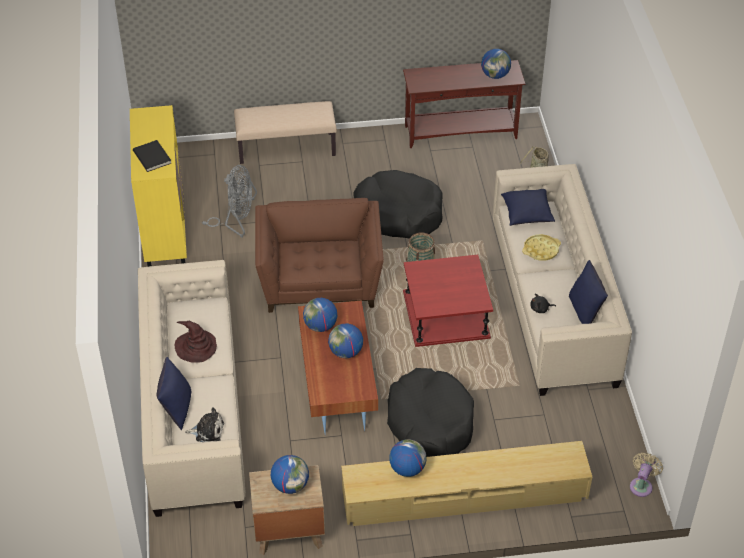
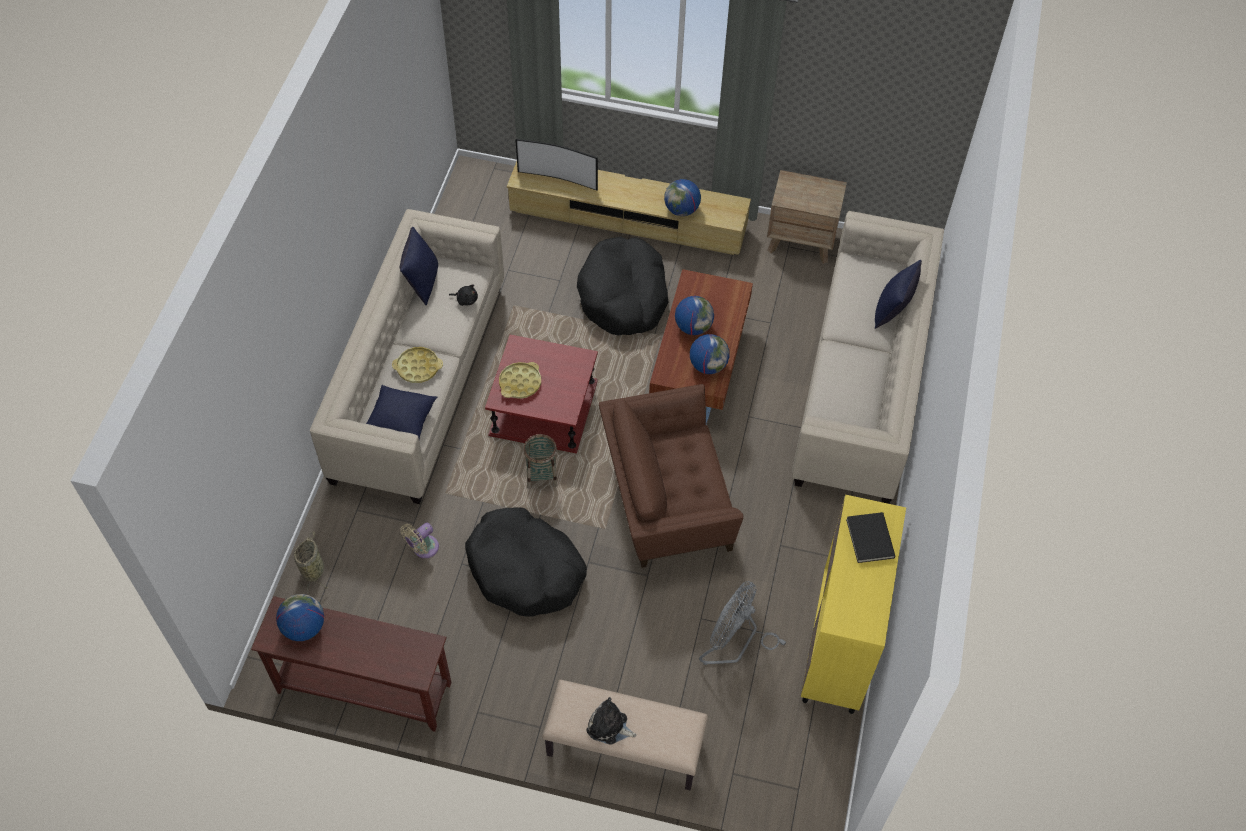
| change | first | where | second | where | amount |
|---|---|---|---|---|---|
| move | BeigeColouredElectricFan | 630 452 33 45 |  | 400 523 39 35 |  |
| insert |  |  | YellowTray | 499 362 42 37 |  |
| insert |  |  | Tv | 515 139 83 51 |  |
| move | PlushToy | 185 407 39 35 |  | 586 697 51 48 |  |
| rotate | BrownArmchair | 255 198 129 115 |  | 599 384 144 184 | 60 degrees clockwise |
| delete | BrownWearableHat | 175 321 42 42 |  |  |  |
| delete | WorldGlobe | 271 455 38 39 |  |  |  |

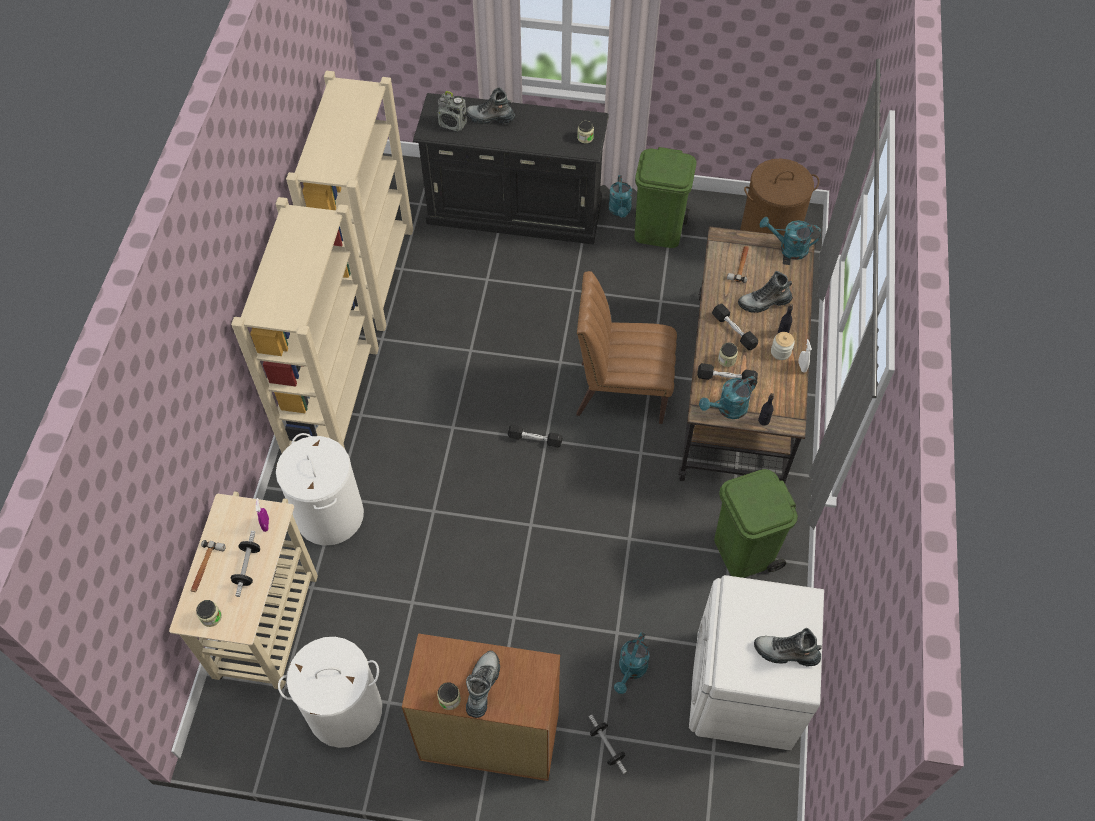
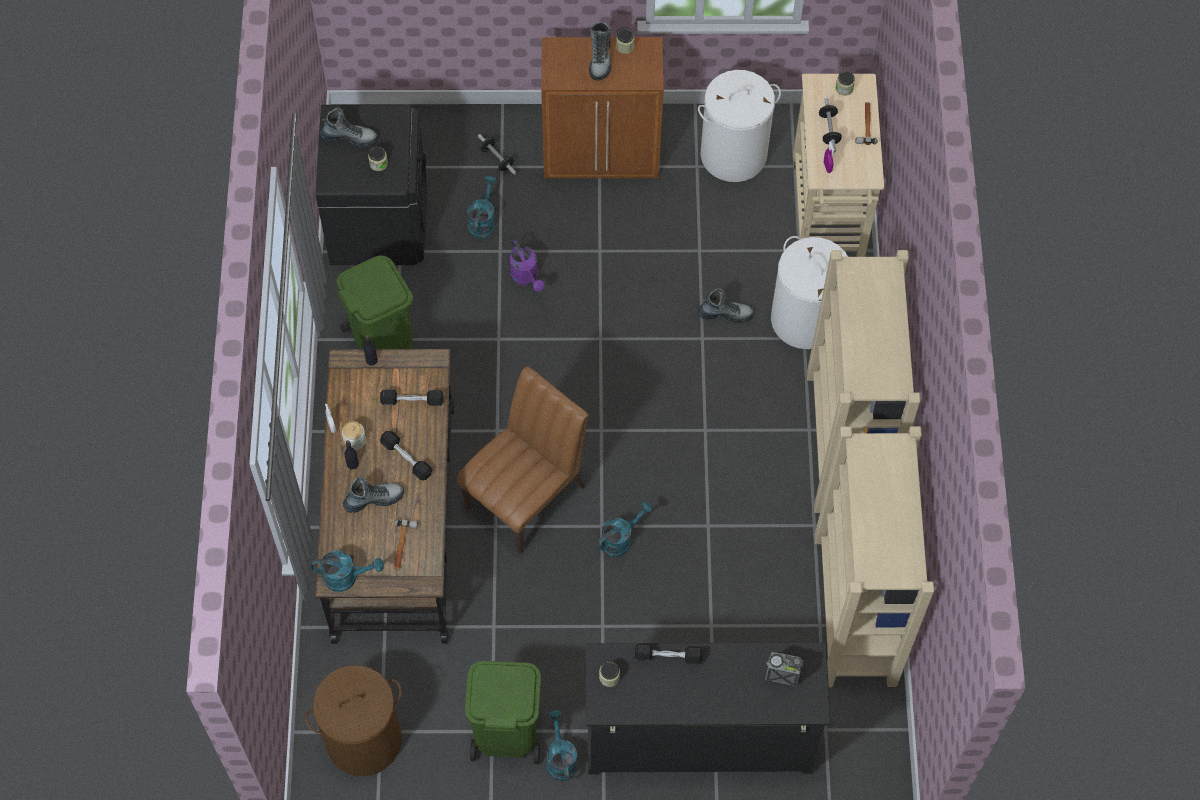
| change | first | where | second | where | amount |
|---|---|---|---|---|---|
| recolor | WhitishLaundryMachine | 689 575 135 176 | BlackishLaundryMachine | 316 105 111 160 |  |
| move | StorageJar | 718 342 20 25 |  | 368 146 20 25 |  |
| rotate | BrownChair | 576 271 101 153 |  | 457 366 132 188 | 45 degrees counterclockwise |
| insert |  |  | PurpleColouredWateringCan | 510 240 35 52 |  |
| move | TurquoiseWateringCan | 699 376 58 43 |  | 597 502 56 55 |  |
| move | BlackishHandWeight | 508 425 55 22 |  | 635 643 68 21 |  |
| move | Boot | 466 88 49 36 |  | 698 288 56 35 |  |

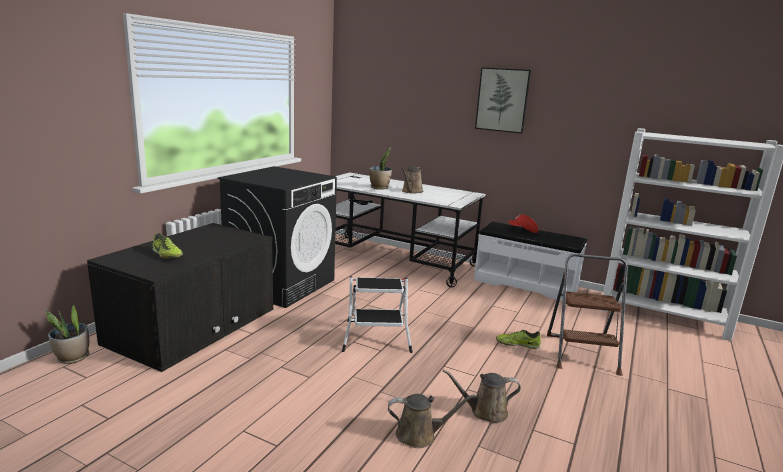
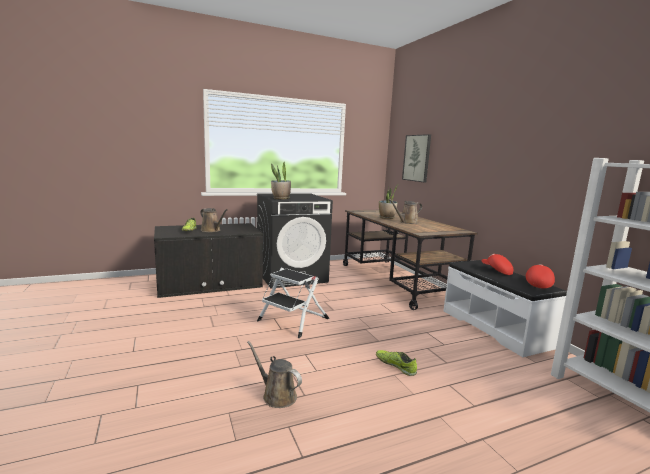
| change | first | where | second | where | amount |
|---|---|---|---|---|---|
| move | BrownWateringCan | 388 394 88 54 |  | 200 208 28 24 |  |
| move | Houseplant | 46 305 43 59 |  | 271 162 20 37 |  |
| recolor | WhitishDeskUnit | 335 172 151 115 | BrownDeskUnit | 343 210 135 100 |  |
| move | WallArt | 475 67 56 66 |  | 402 134 29 49 |  |
| insert |  |  | ReddishCap | 526 264 29 25 |  |
| delete | BrownStepLadder | 547 254 81 122 |  |  |  |

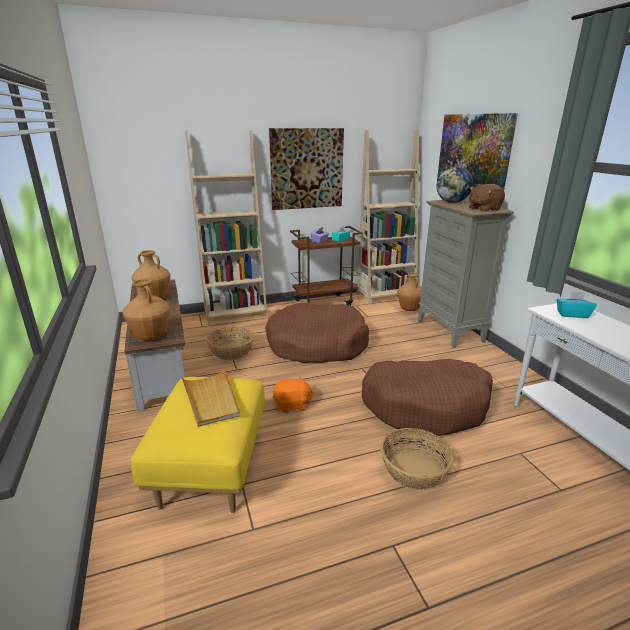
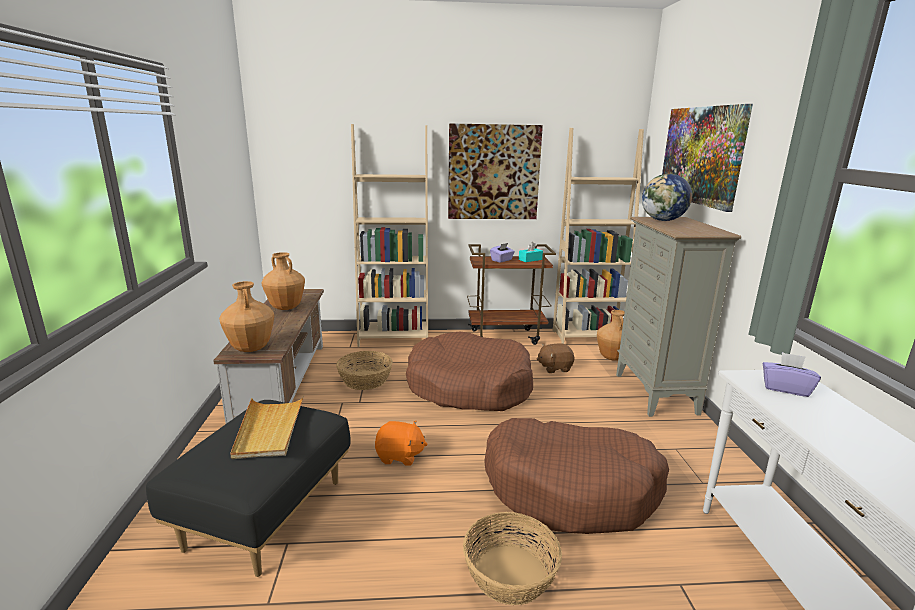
| change | first | where | second | where | amount |
|---|---|---|---|---|---|
| recolor | YellowOttoman | 131 377 134 136 | BlackishOttoman | 146 400 205 177 |  |
| move | BrownPlushToy | 469 184 36 28 |  | 537 343 38 30 |  |
| recolor | TurquoiseTissueHolder | 556 291 41 27 | PurpleColouredTissueHolder | 763 352 58 45 |  |

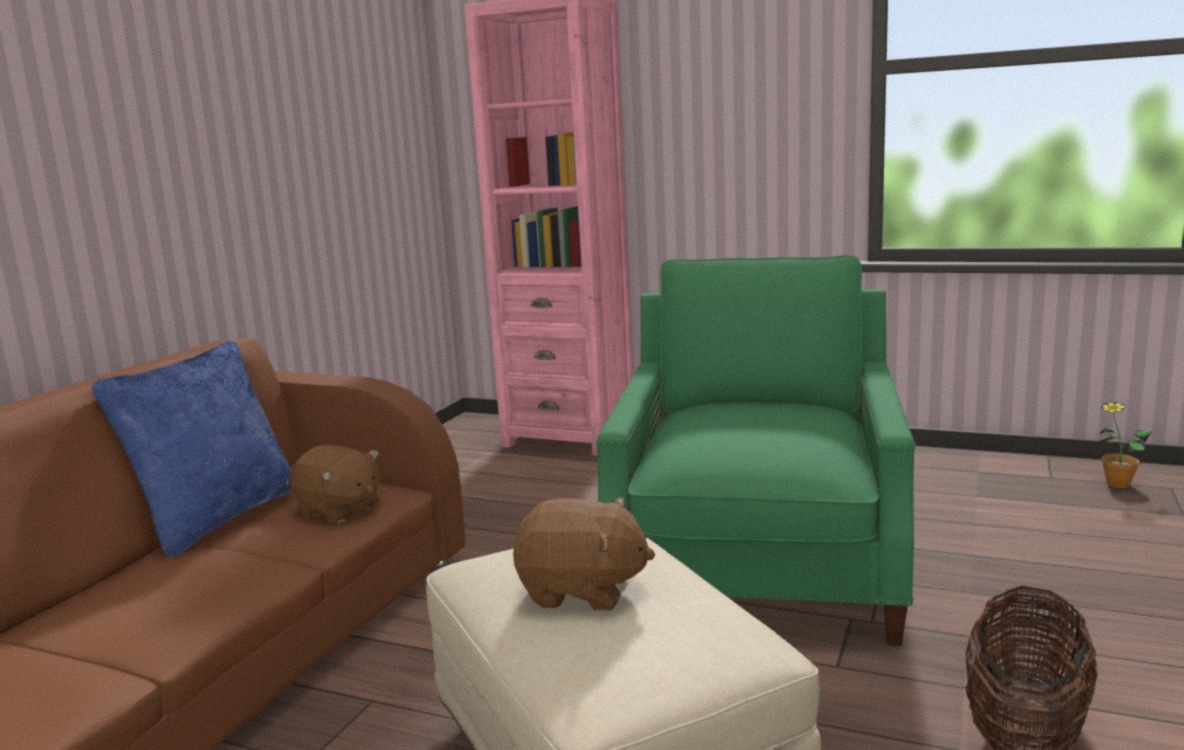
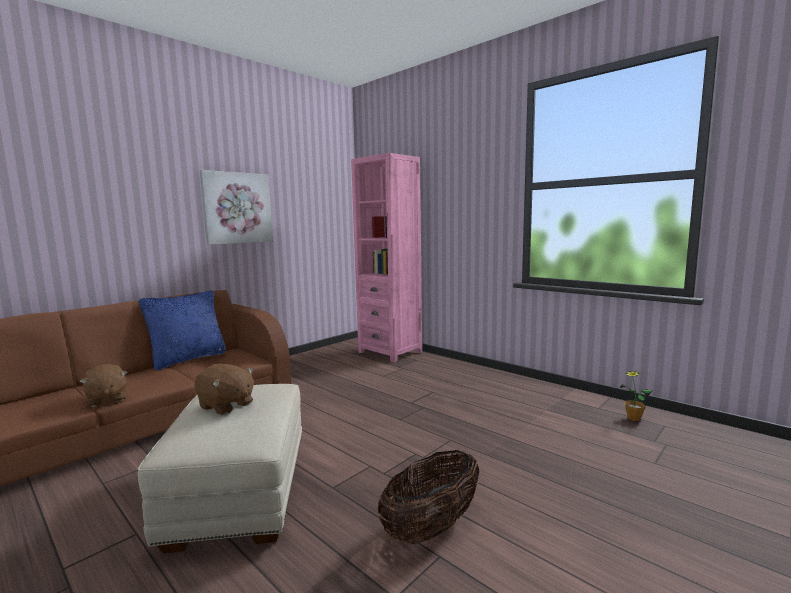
| change | first | where | second | where | amount |
|---|---|---|---|---|---|
| move | BrownPlushToy | 289 445 91 78 |  | 79 364 49 43 |  |
| insert |  |  | WallArt | 200 170 73 75 |  |
| delete | GreenishArmchair | 596 255 320 391 |  |  |  |

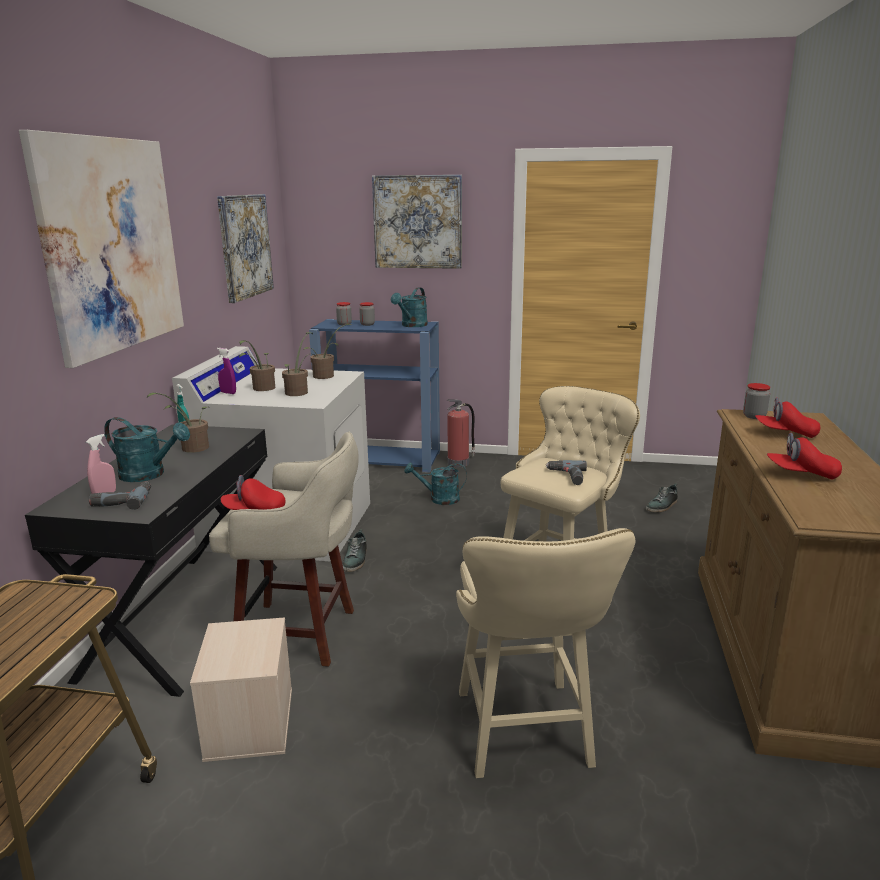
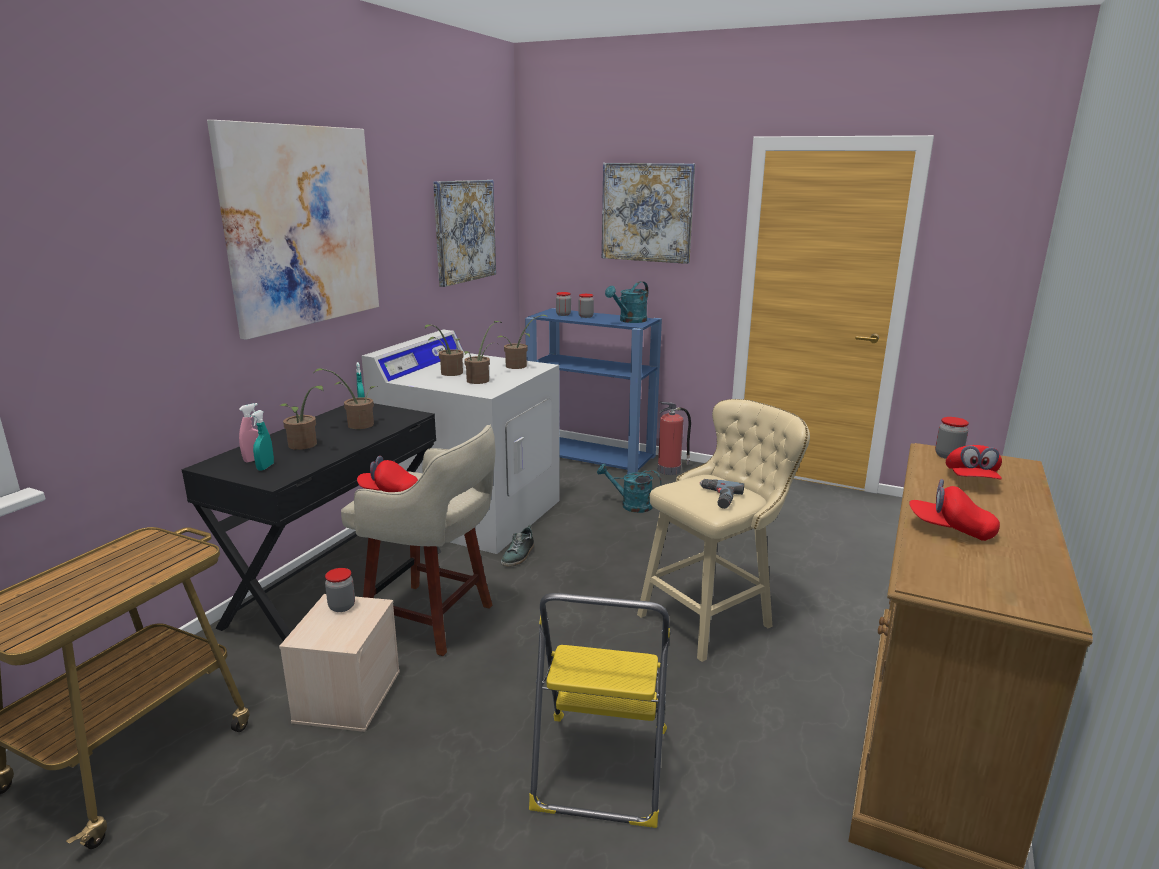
| change | first | where | second | where | amount |
|---|---|---|---|---|---|
| replace | PowerDrill | 89 481 62 29 | TurquoiseHandSprayer | 251 410 23 61 |  |
| replace | TurquoiseWateringCan | 104 417 86 65 | Houseplant | 280 385 44 65 |  |
| insert |  |  | StorageJar | 325 568 30 44 |  |
| replace | BeigeColouredStool | 456 528 179 250 | YellowStepLadder | 529 593 142 235 |  |
| rotate | ReddishCap | 755 397 65 41 |  | 946 445 56 34 | 105 degrees counterclockwise |
| delete | PurpleColouredHandSprayer | 217 348 19 46 |  |  |  |
| delete | LowShoe | 646 483 32 29 |  |  |  |

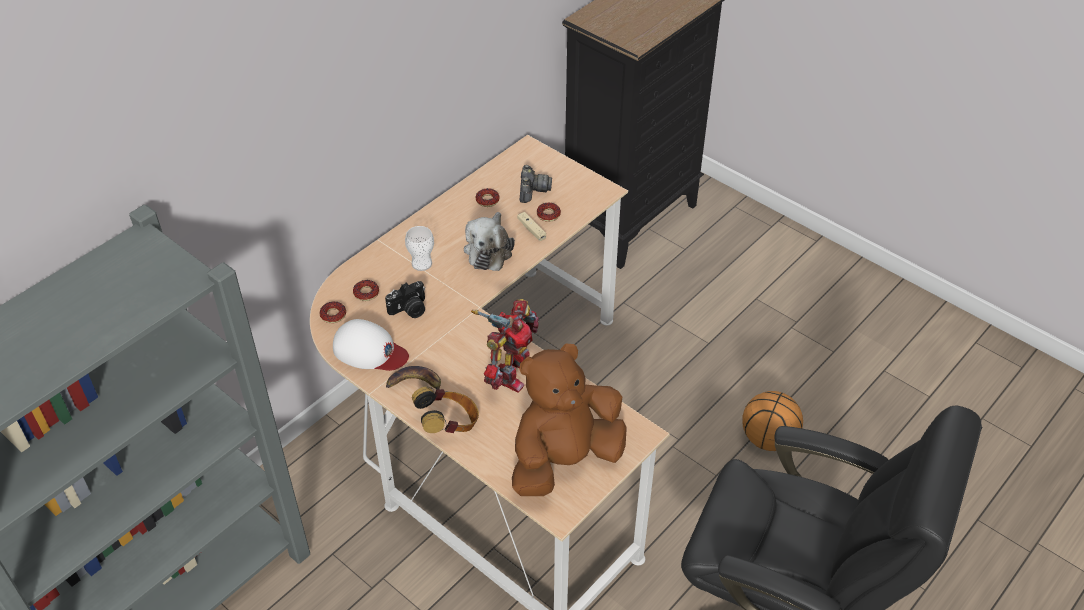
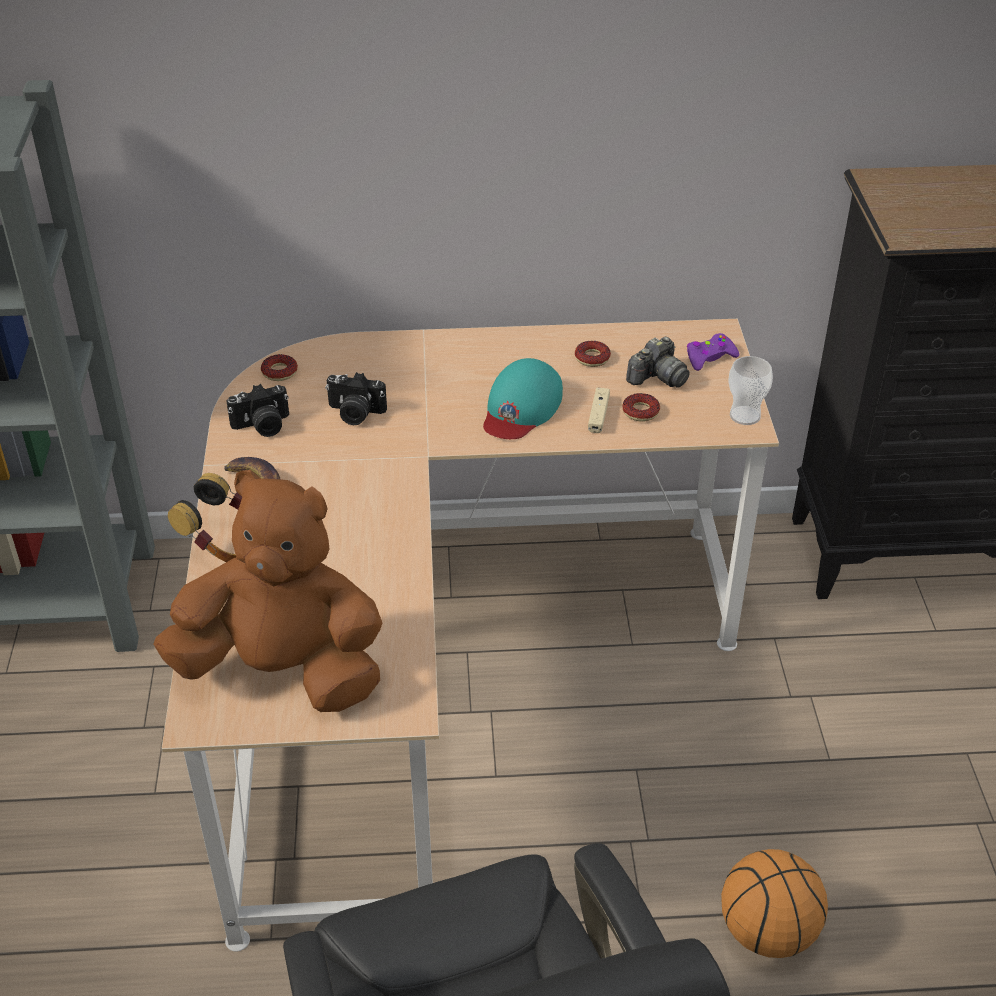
| change | first | where | second | where | amount |
|---|---|---|---|---|---|
| replace | WhitishCap | 333 319 76 52 | PhotoCamera | 226 384 63 53 |  |
| replace | PlushToy | 464 212 51 59 | TurquoiseCap | 483 358 80 81 |  |
| insert |  |  | PurpleColouredJoypad | 687 333 52 38 |  |
| move | DrinkingCup | 405 226 29 45 |  | 728 356 45 69 |  |
| delete | RingDoughnut | 353 280 26 21 |  |  |  |
| delete | ModelRobot | 471 299 69 94 |  |  |  |

